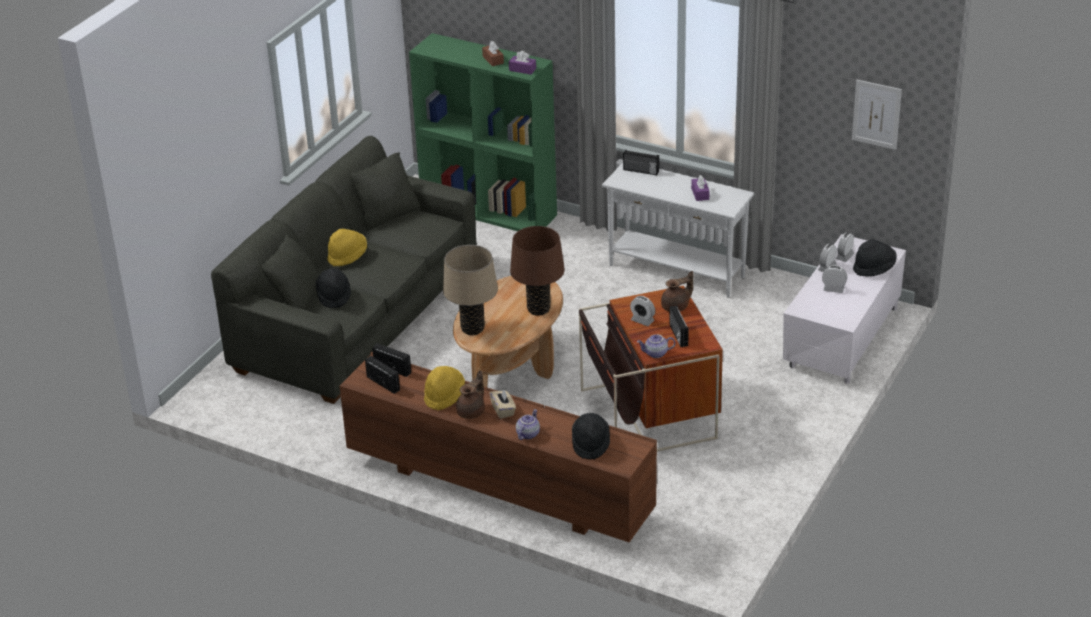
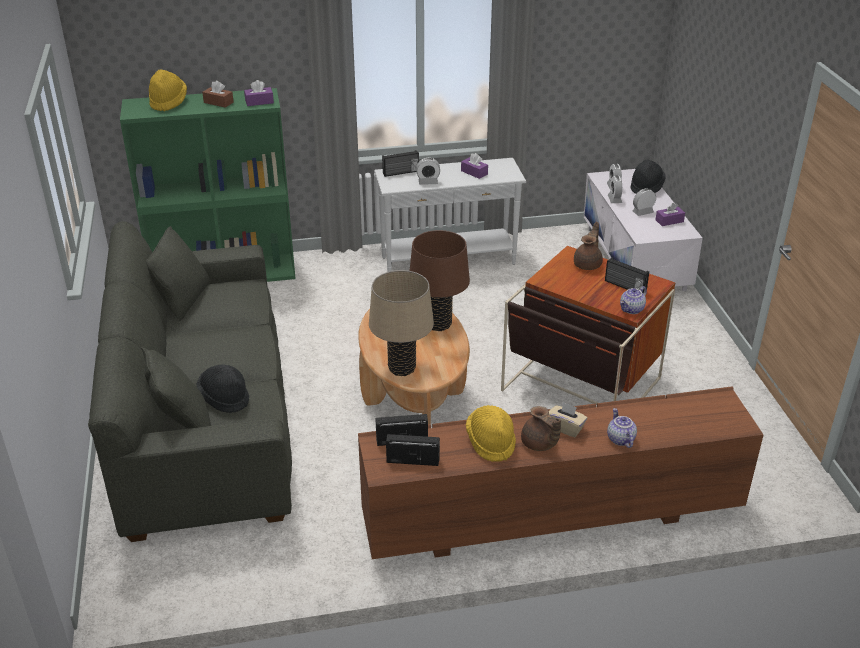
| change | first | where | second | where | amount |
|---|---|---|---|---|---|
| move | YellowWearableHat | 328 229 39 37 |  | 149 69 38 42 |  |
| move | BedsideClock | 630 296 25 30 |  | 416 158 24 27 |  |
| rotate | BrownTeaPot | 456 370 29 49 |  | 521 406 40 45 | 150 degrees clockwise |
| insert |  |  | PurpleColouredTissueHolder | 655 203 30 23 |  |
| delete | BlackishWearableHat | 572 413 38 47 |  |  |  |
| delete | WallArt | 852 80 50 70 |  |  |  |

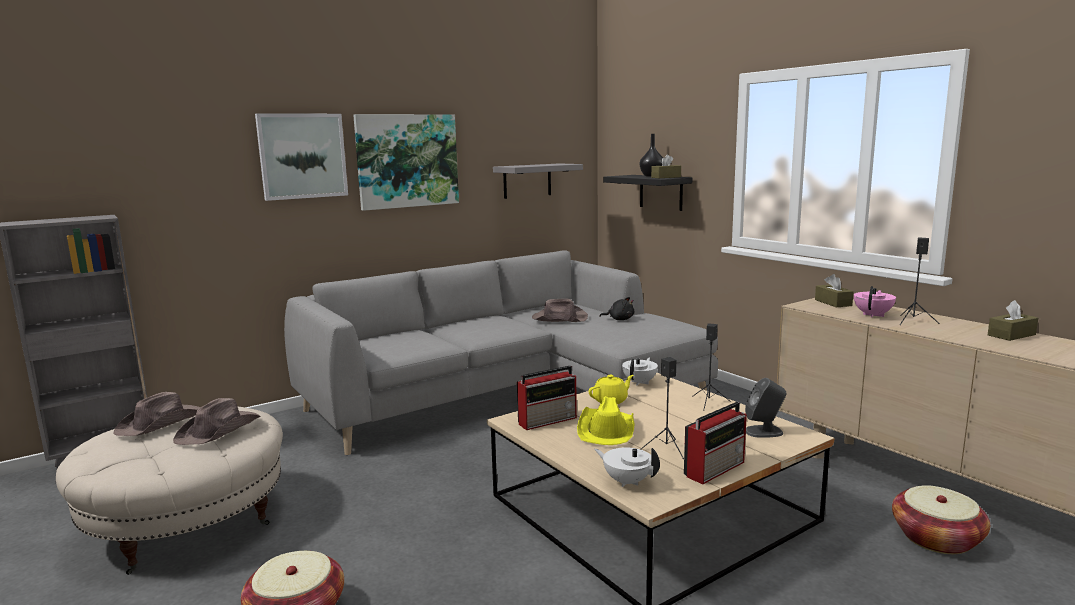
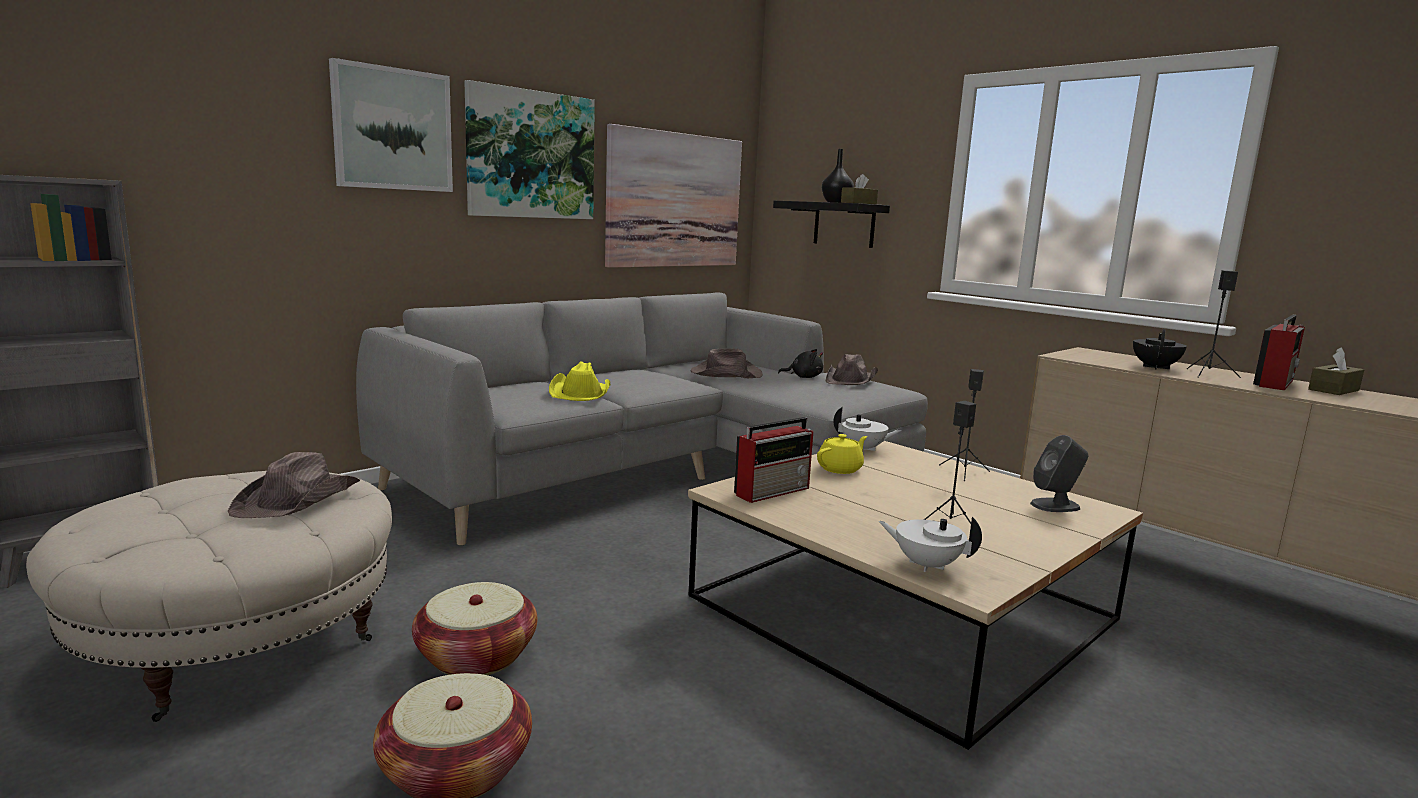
| change | first | where | second | where | amount |
|---|---|---|---|---|---|
| move | StorageBasket | 892 485 98 69 |  | 412 582 125 93 |  |
| move | YellowWearableHat | 577 396 57 49 |  | 549 361 61 40 |  |
| replace | GreyishShelf | 493 163 90 36 | WallArt | 605 124 137 144 |  |
| move | BrownWearableHat | 113 392 87 44 |  | 825 354 53 31 |  |
| rotate | WhitishTeaPot | 622 357 36 28 |  | 833 407 69 44 | 90 degrees clockwise |
| recolor | PinkishTeaPot | 854 286 42 31 | BlackishTeaPot | 1133 329 54 40 |  |
| move | Radio | 684 402 63 82 |  | 1253 315 52 75 |  |
| delete | BrownTissueHolder | 815 274 39 33 |  |  |  |

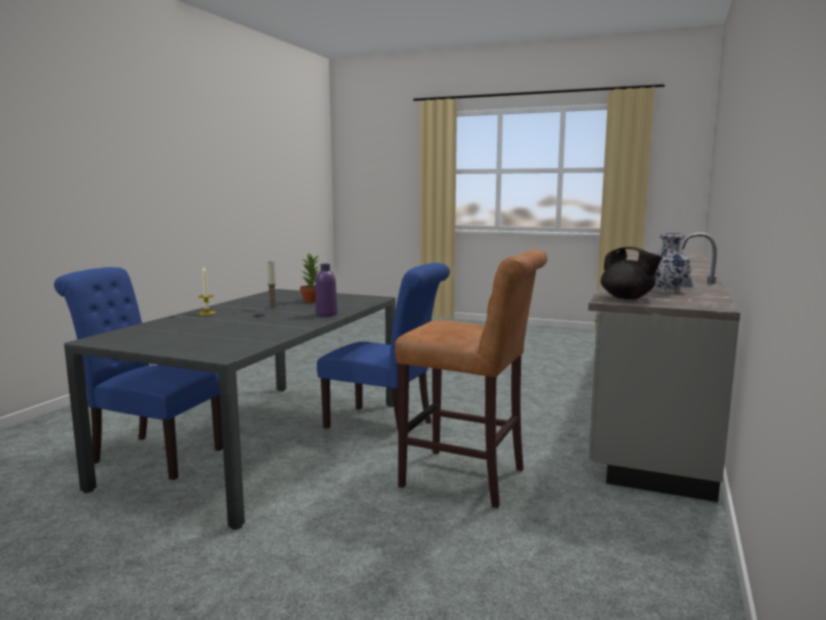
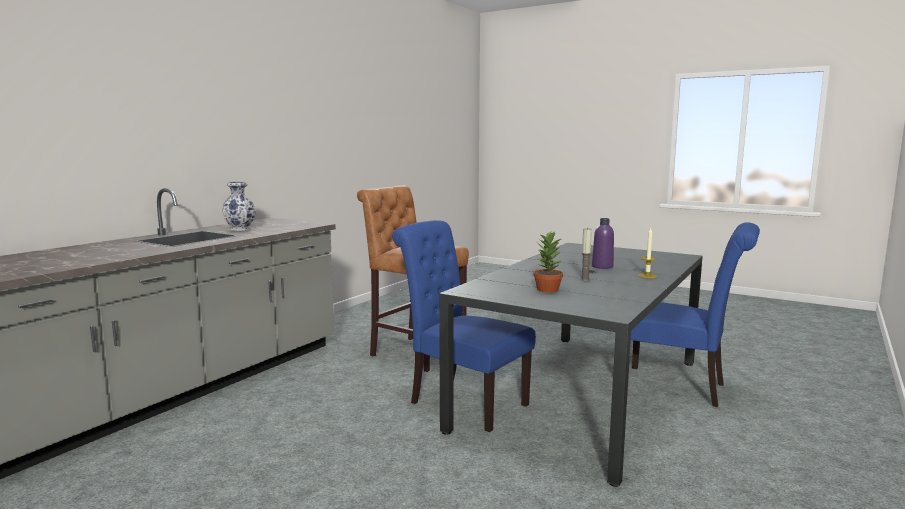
| change | first | where | second | where | amount |
|---|---|---|---|---|---|
| move | PurpleColouredDrinkBottle | 315 264 23 53 |  | 592 218 22 51 |  |
| delete | BlackishTeaPot | 601 247 62 52 |  |  |  |

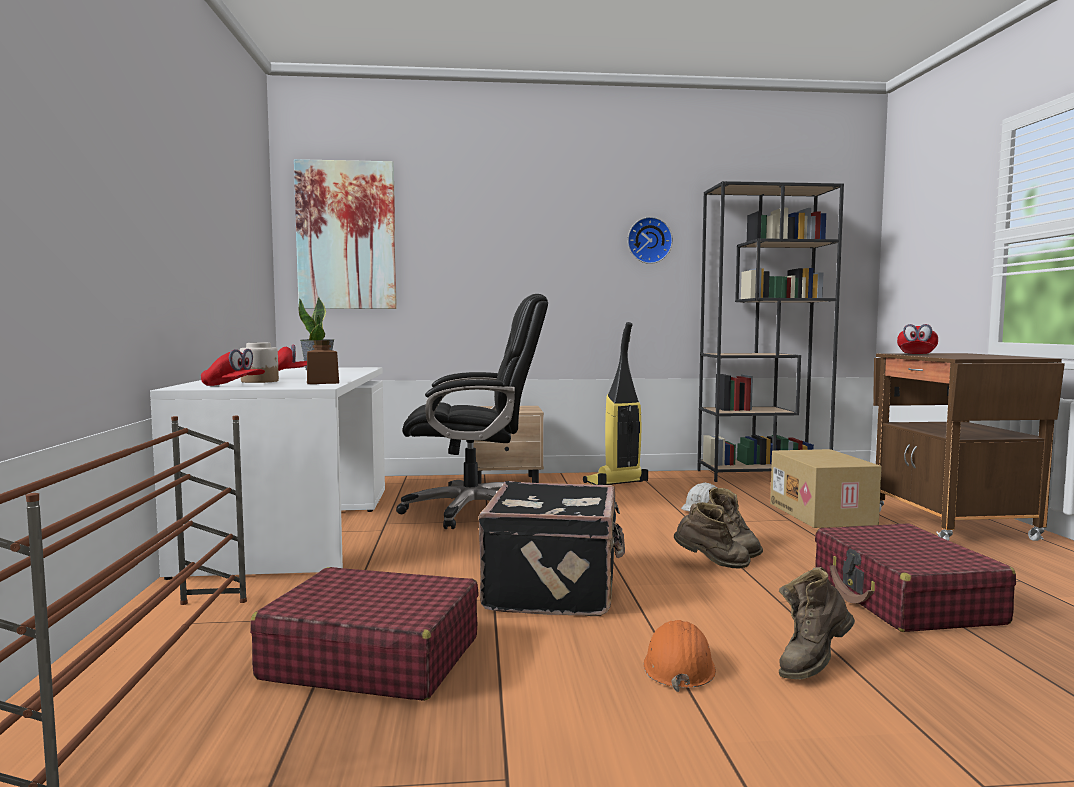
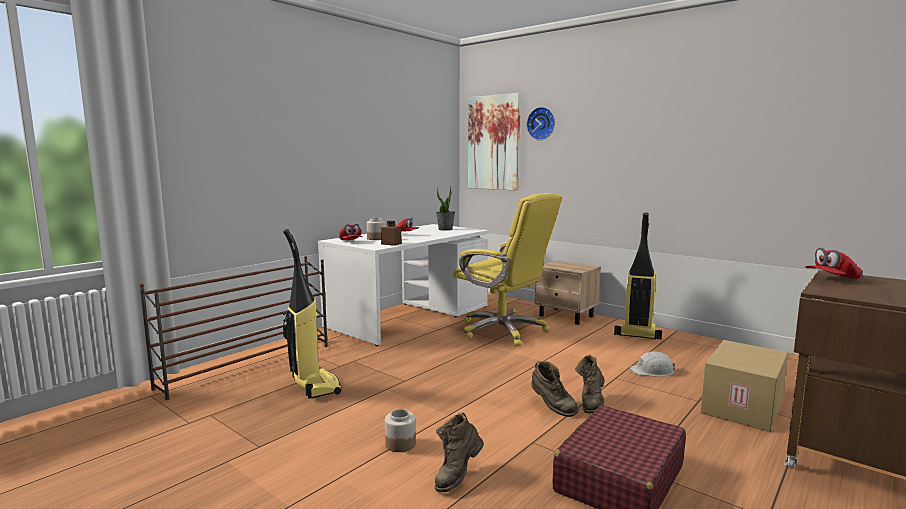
| change | first | where | second | where | amount |
|---|---|---|---|---|---|
| replace | ReddishSuitcase | 250 567 229 134 | Hoover | 283 229 59 170 |  |
| replace | OrangeHardHat | 644 620 72 72 | StorageJar | 385 409 31 43 |  |
| rotate | BrownBoot | 779 567 76 112 |  | 434 412 50 80 | 60 degrees counterclockwise |
| recolor | BlackishComputerChair | 396 294 152 235 | YellowComputerChair | 453 193 109 154 |  |
| move | HangingClock | 627 217 46 47 |  | 527 107 28 33 |  |
| delete | BlackishSuitcase | 478 481 147 135 |  |  |  |
| delete | ShelvingUnit | 697 181 147 301 |  |  |  |

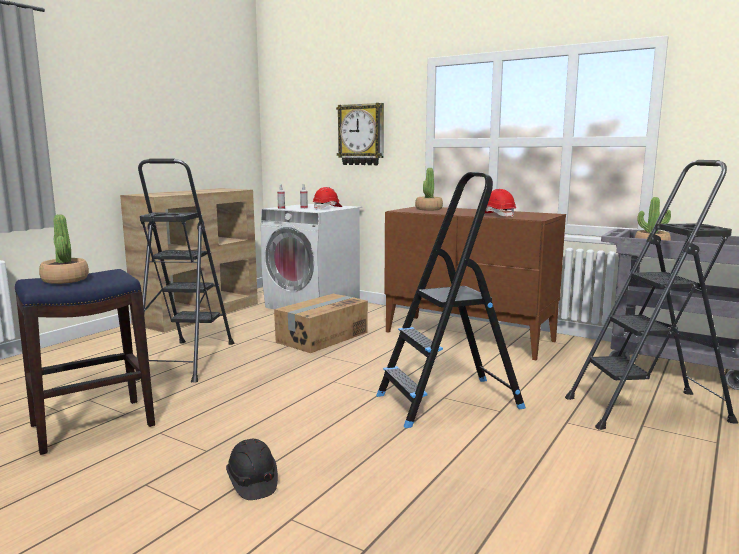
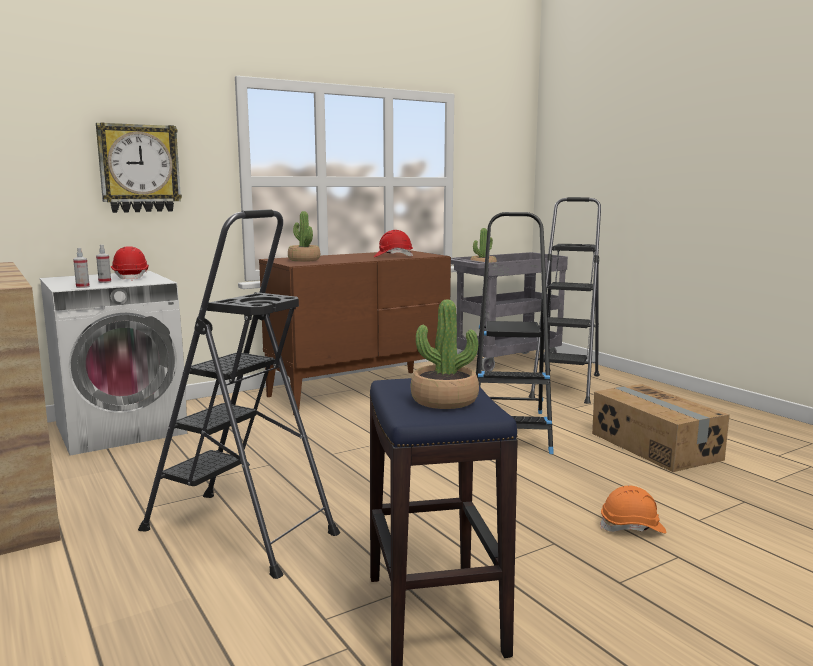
| change | first | where | second | where | amount |
|---|---|---|---|---|---|
| move | PackingBox | 274 294 94 59 |  | 592 384 138 88 |  |
| recolor | BlackishHardHat | 226 439 52 61 | OrangeHardHat | 600 485 66 49 |  |

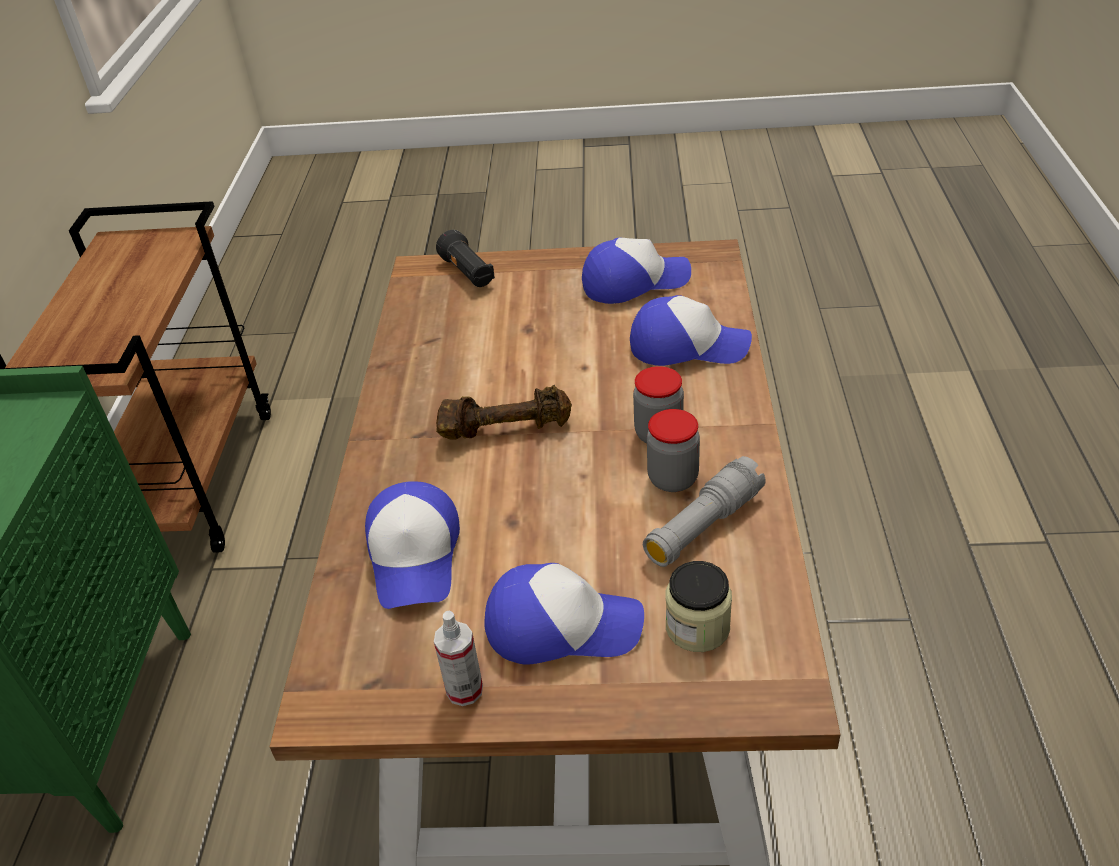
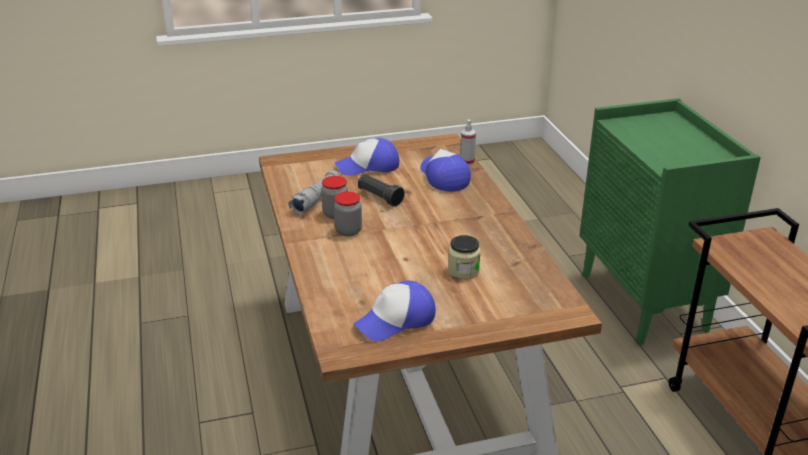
| change | first | where | second | where | amount |
|---|---|---|---|---|---|
| move | BlackishHandTorch | 436 230 59 57 |  | 358 174 47 33 |  |
| move | StorageJar | 666 561 66 91 |  | 448 235 33 44 |  |
| move | HandSprayer | 434 611 49 95 |  | 460 119 16 46 |  |
| delete | BrownHandWeight | 436 385 136 55 |  |  |  |
| delete | Cap | 630 295 122 71 |  |  |  |

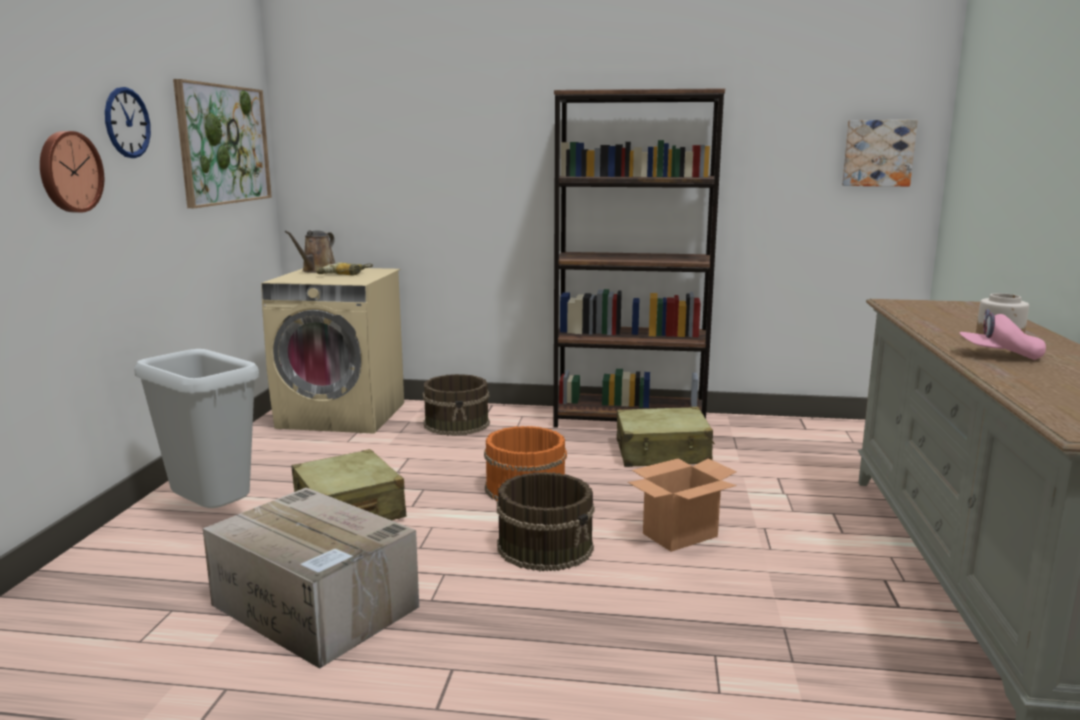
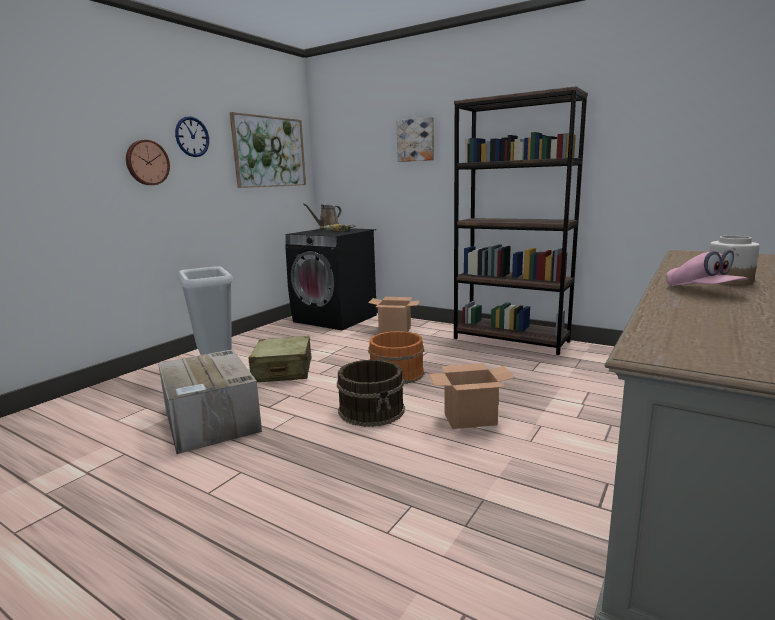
| change | first | where | second | where | amount |
|---|---|---|---|---|---|
| recolor | BeigeColouredLaundryMachine | 261 268 143 166 | BlackishLaundryMachine | 286 228 91 102 |  |
| replace | BrownWaterBucket | 423 374 67 62 | PackingBox | 368 297 52 36 |  |
| move | WallArt | 842 120 76 66 |  | 397 117 37 45 |  |
| rotate | PinkishCap | 959 309 87 51 |  | 666 250 82 36 | 150 degrees counterclockwise |
| delete | BeigeColouredSuitcase | 617 407 98 60 |  |  |  |

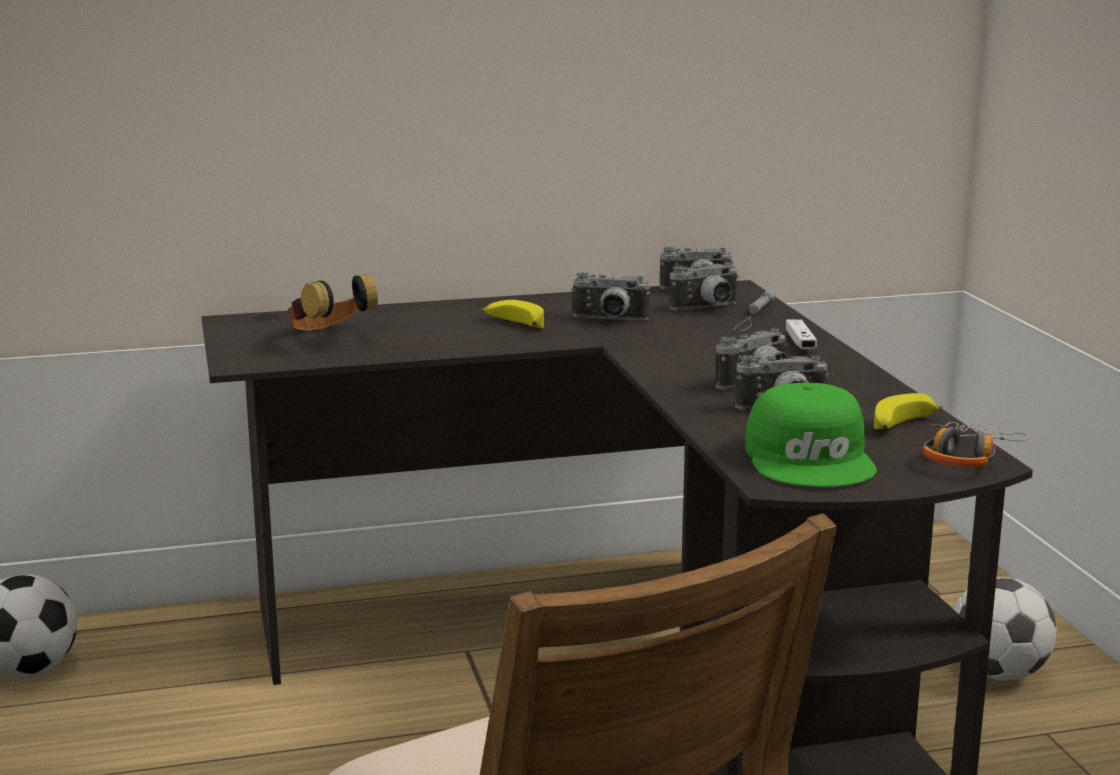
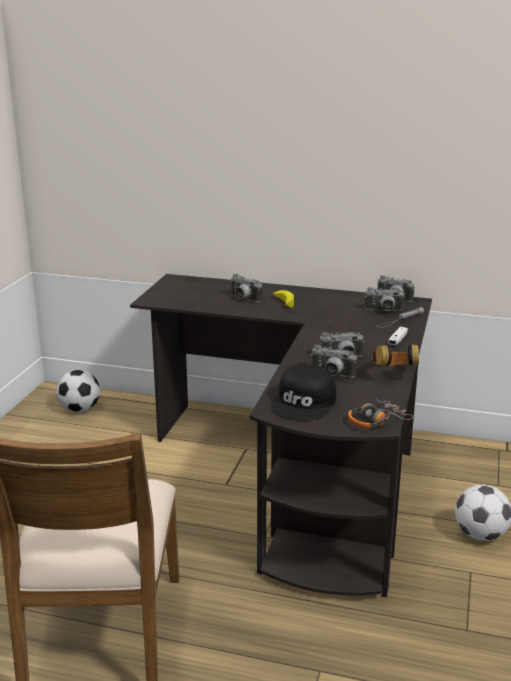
| change | first | where | second | where | amount |
|---|---|---|---|---|---|
| move | PhotoCamera | 571 272 79 49 |  | 231 274 31 28 |  |
| recolor | GreenishCap | 745 383 132 104 | BlackishCap | 271 364 66 57 |  |
| move | PairOfHeadphones | 288 275 90 56 |  | 371 344 48 22 |  |
| delete | BananaFruit | 874 393 69 36 |  |  |  |

